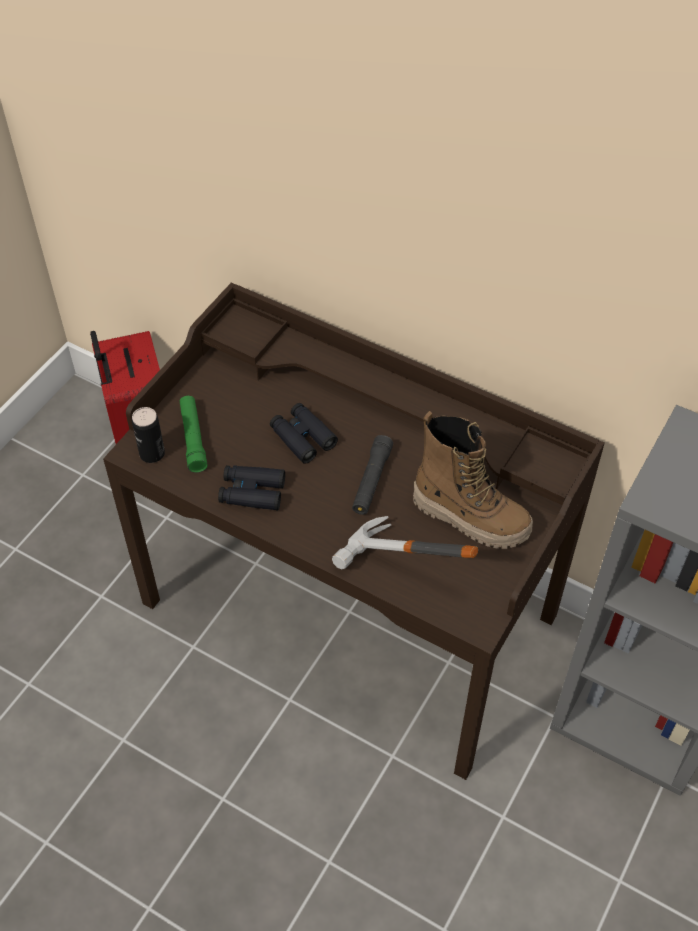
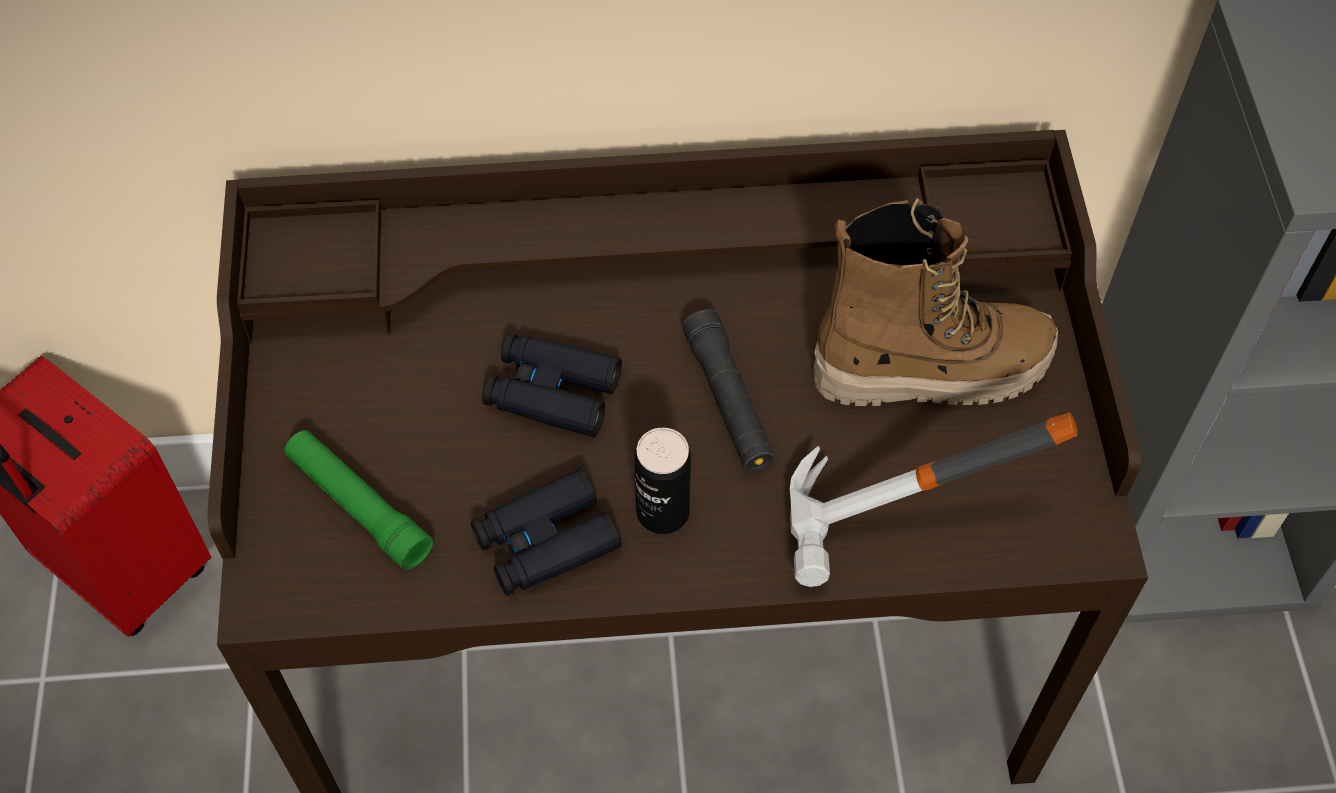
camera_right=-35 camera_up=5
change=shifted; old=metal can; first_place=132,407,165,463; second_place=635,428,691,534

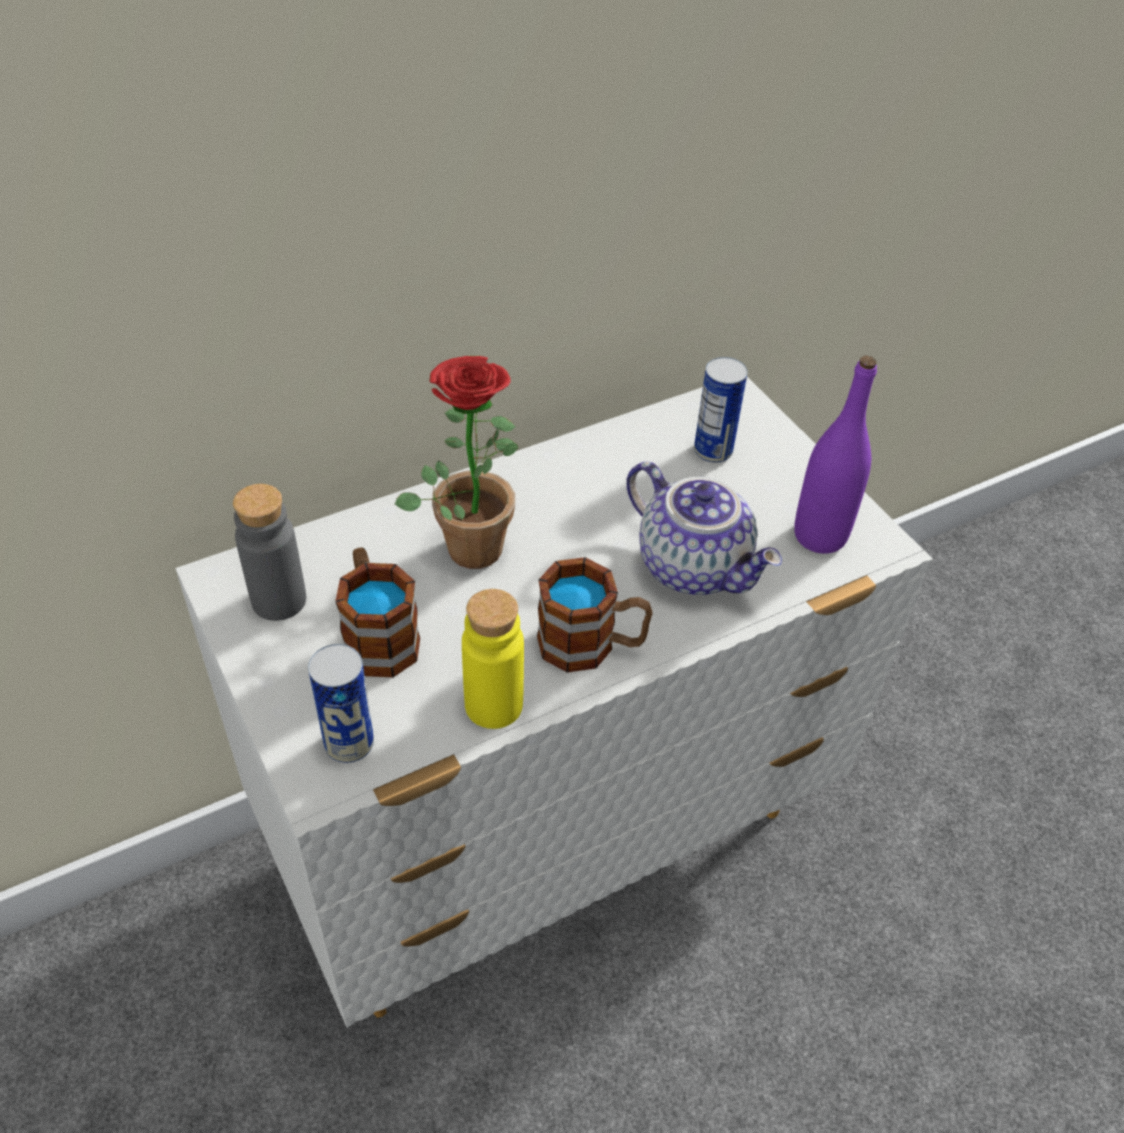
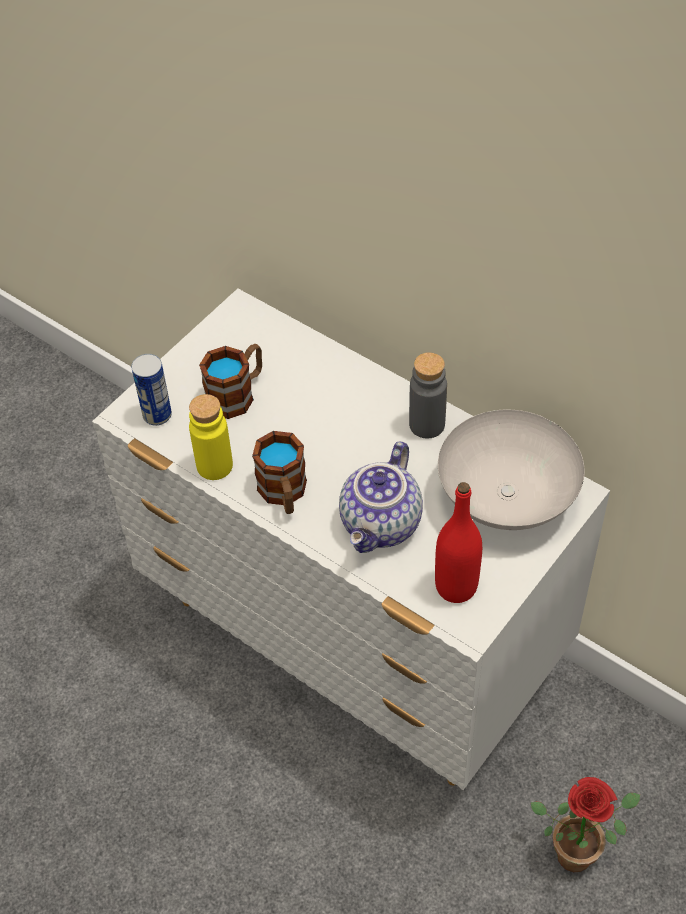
camera_right=70 camera_up=5
change=shifted; old=bottle in grey; first_place=233,484,306,621; second_place=409,352,447,438
change=repainted; old=bottle in purplish; new=bottle in red-coloured; first_place=794,355,877,554; second_place=435,482,482,603
change=swapped; old=metal can; new=bowl in whitish; first_place=694,357,748,463; second_place=438,409,585,530
change=shifted; old=plant in a pot; first_place=394,356,519,569; second_place=531,777,640,872

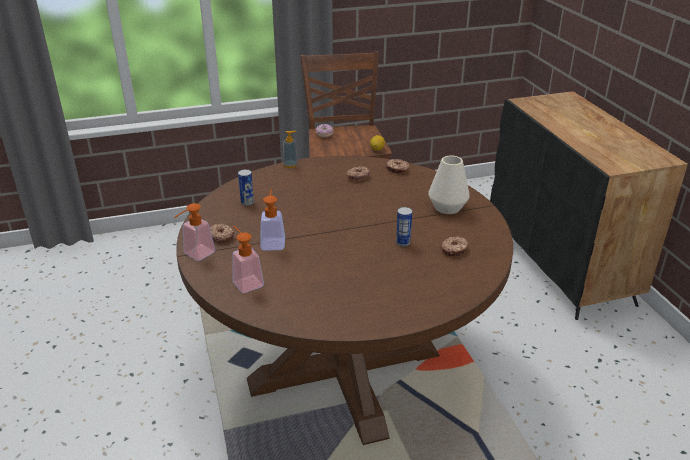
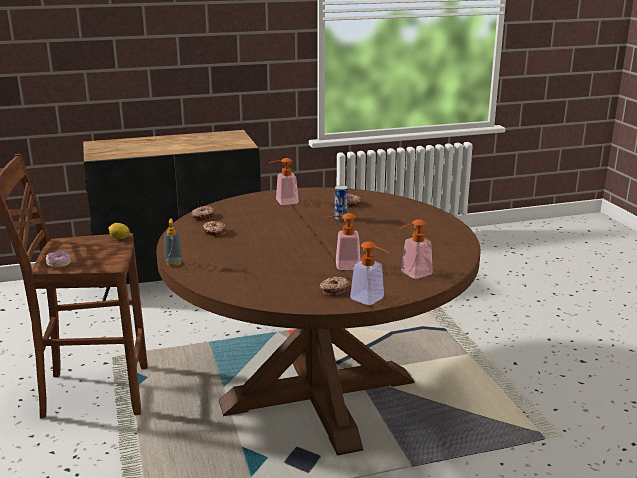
camera_right=-90 camera_up=-10
change=swapped; old=vase in whitish; new=soap bottle; first_place=428,155,470,214; second_place=269,158,299,205
change=gone; old=metal can; first_place=238,169,254,206

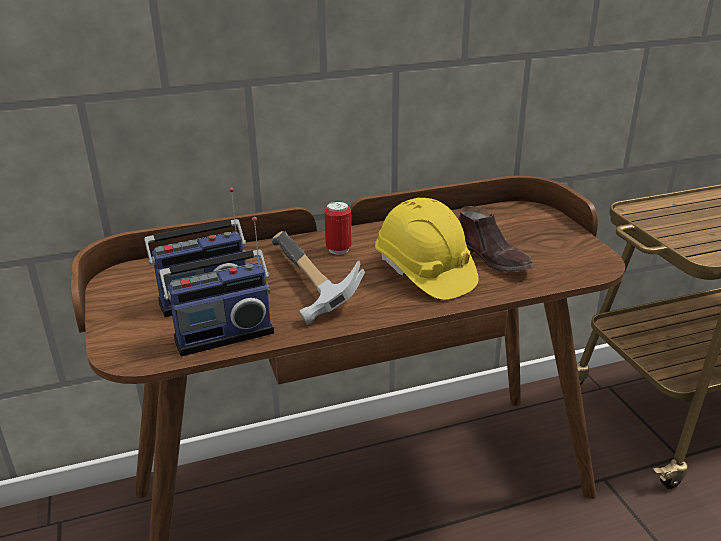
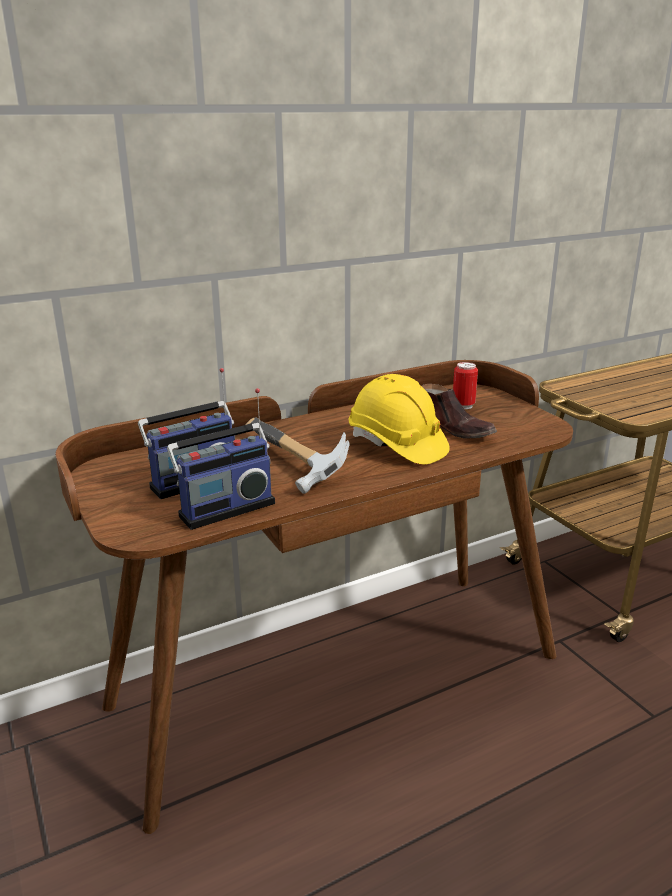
camera_right=-10 camera_up=-5
change=shifted; old=metal can; first_place=324,201,352,255; second_place=453,362,478,409

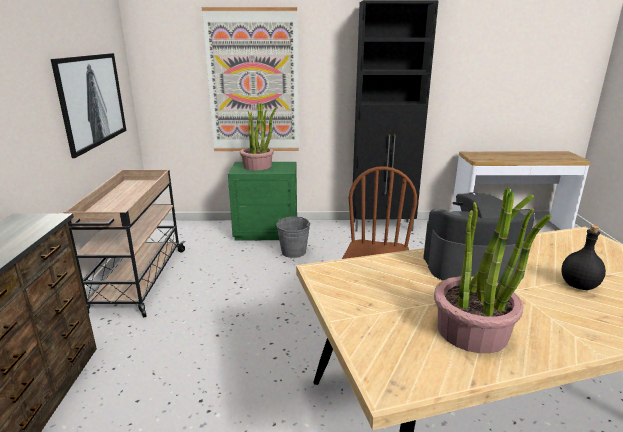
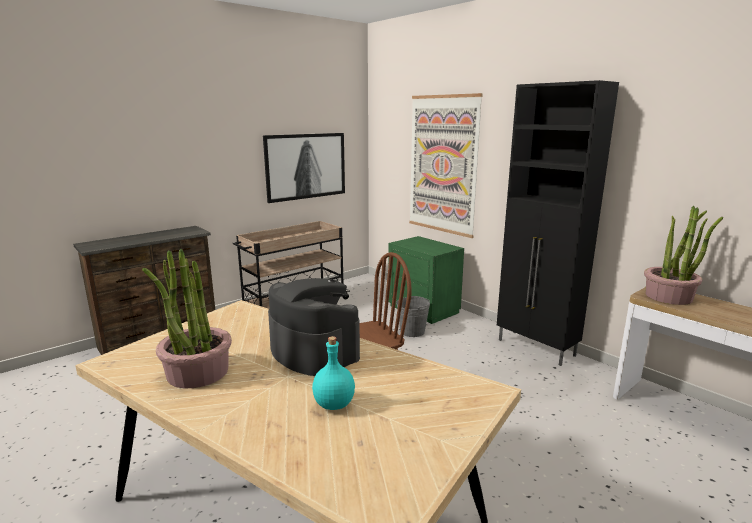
camera_right=50 camera_up=-5
change=repainted; old=bottle in black-coloured; new=bottle in blue-green; first_place=561,225,606,290; second_place=312,336,355,410
change=shifted; old=plant in a pot; first_place=240,102,277,170; second_place=644,206,723,305

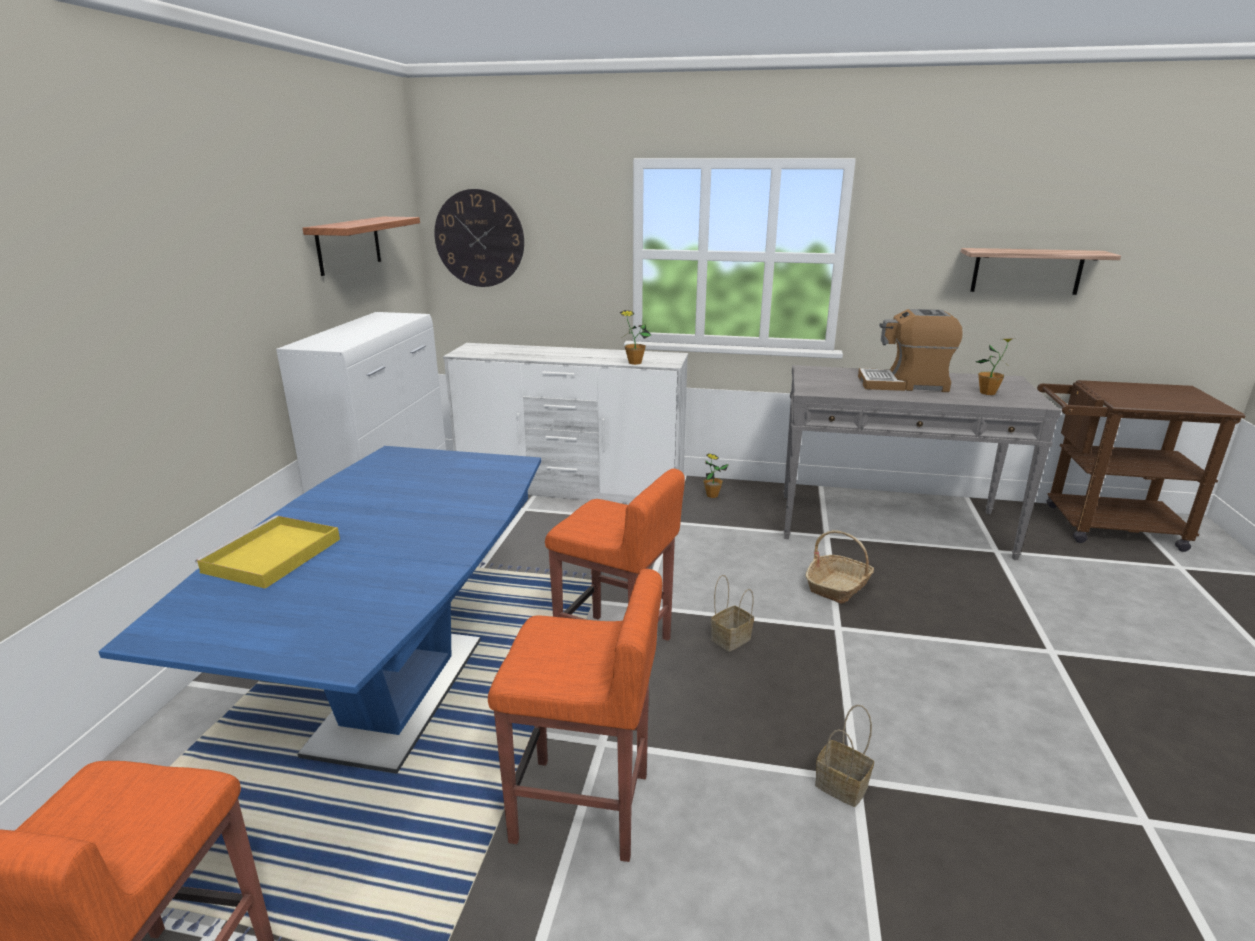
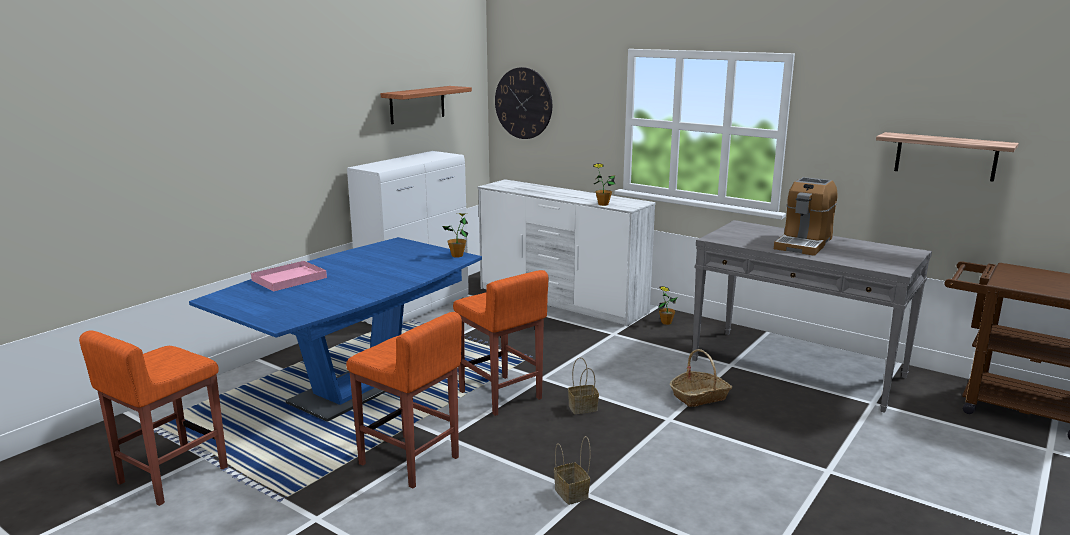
camera_right=25 camera_up=-5
change=repainted; old=carrying tray in yellow-coloured; new=carrying tray in pink; first_place=195,516,340,589; second_place=250,260,327,291
change=shifted; old=plant in a pot; first_place=976,338,1017,395; second_place=442,213,469,257
change=rotated; old=coffee machine; first_place=858,309,962,392; second_place=774,177,837,256; degrees=-90

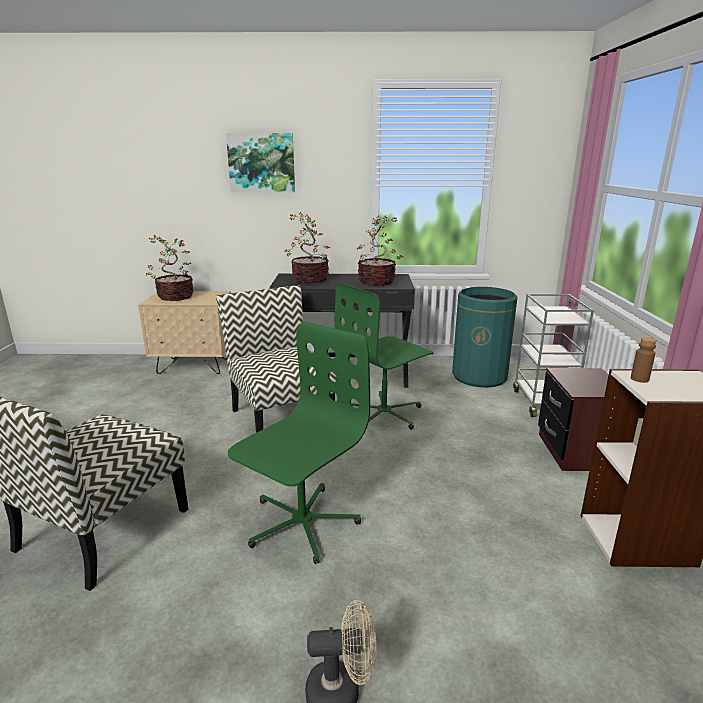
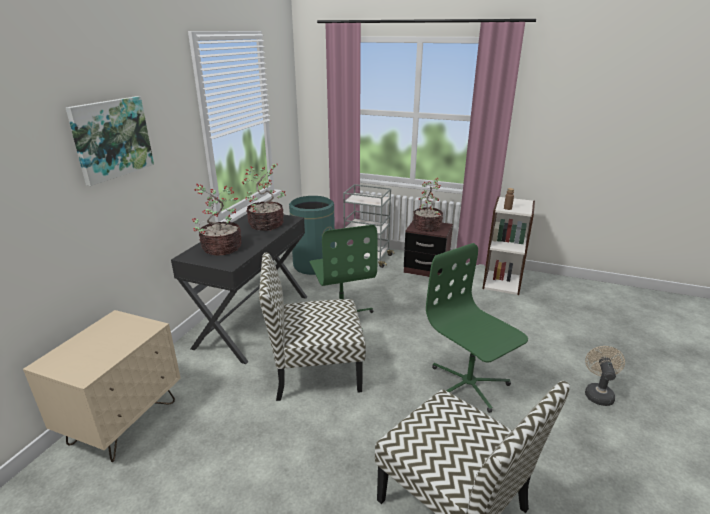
camera_right=-70 camera_up=5
change=shifted; old=plant in a pot; first_place=146,235,194,301; second_place=413,178,443,232

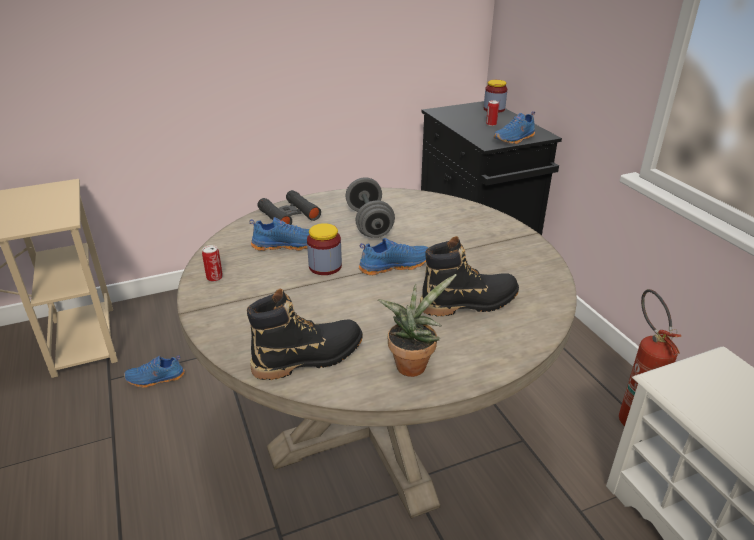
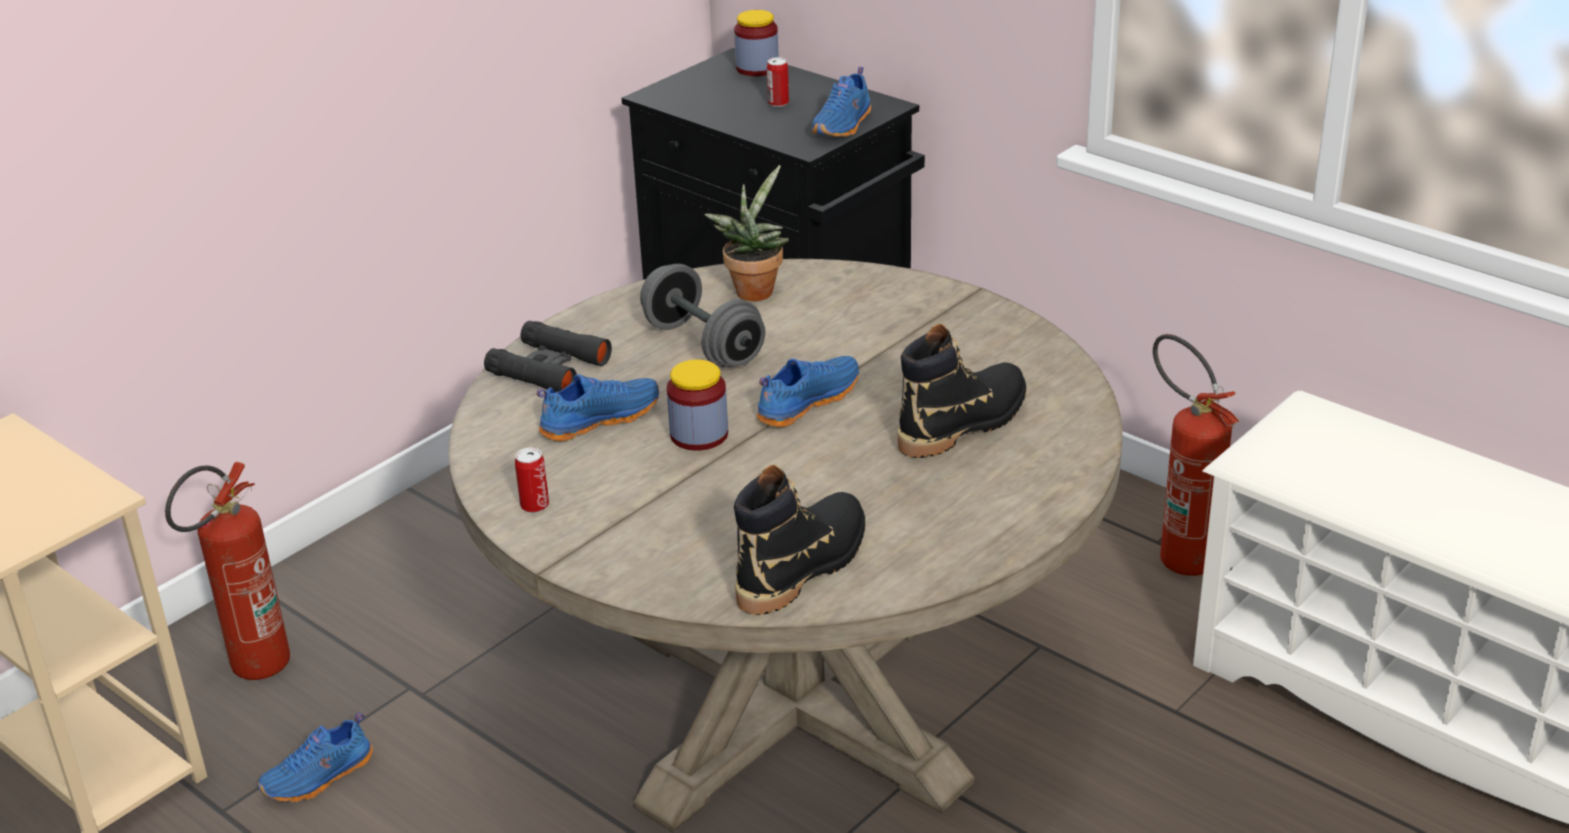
camera_right=-25 camera_up=0
change=new; new=fire-fighting cylinder; second_place=165,462,290,680
change=shifted; old=plant in a pot; first_place=378,274,457,377; second_place=704,165,789,301

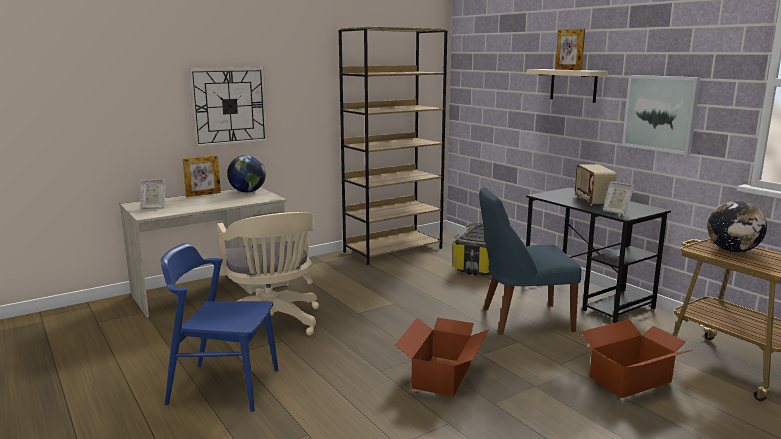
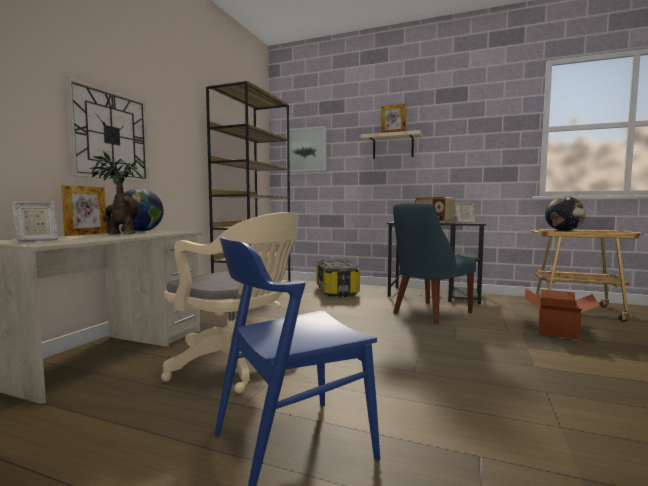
camera_right=-35 camera_up=-10
change=new; new=plant in a pot; second_place=90,151,145,234
change=shifted; old=wall picture; first_place=622,75,701,155; second_place=286,126,327,172
change=gone; old=cardboard box; first_place=395,317,489,397

